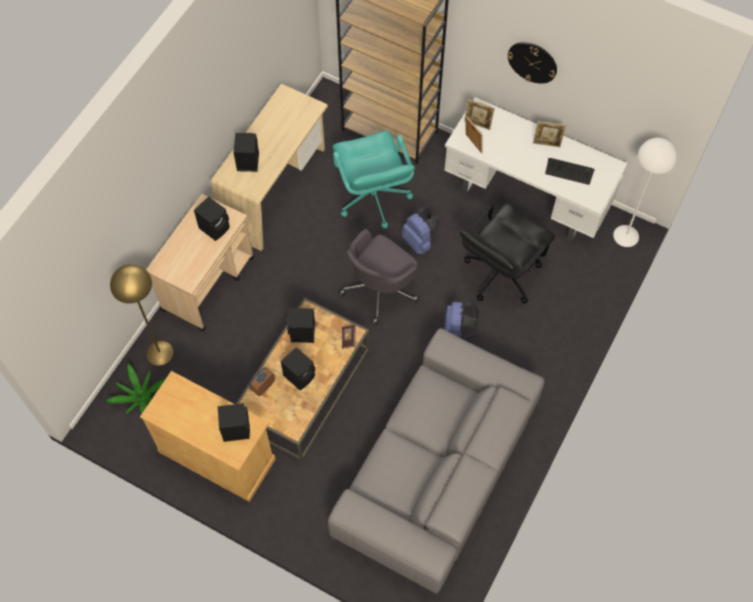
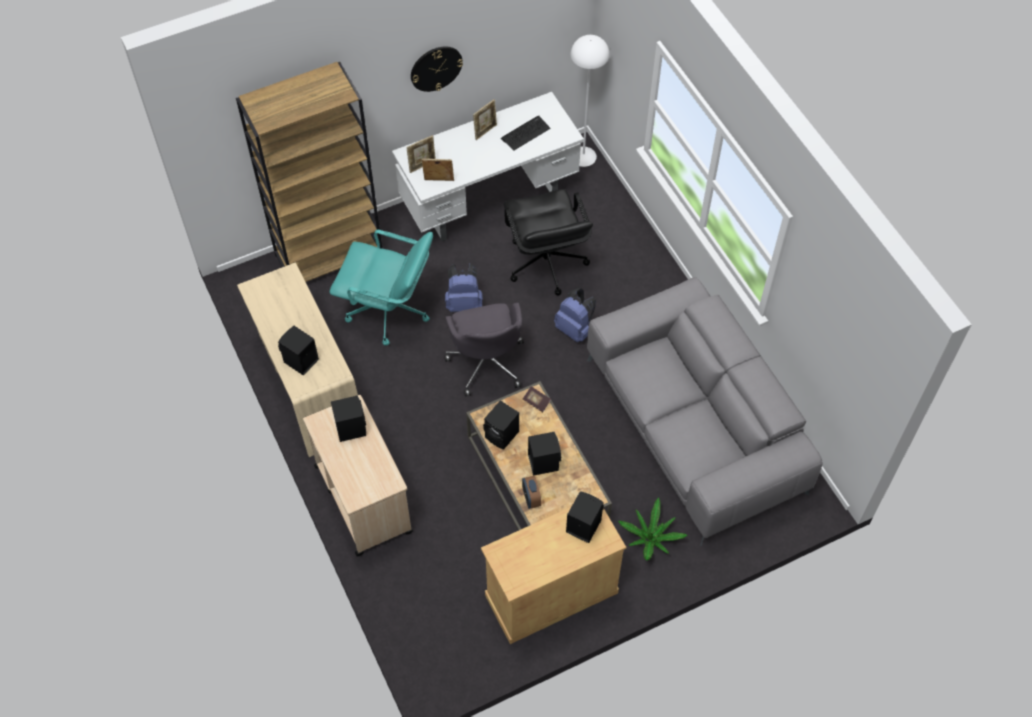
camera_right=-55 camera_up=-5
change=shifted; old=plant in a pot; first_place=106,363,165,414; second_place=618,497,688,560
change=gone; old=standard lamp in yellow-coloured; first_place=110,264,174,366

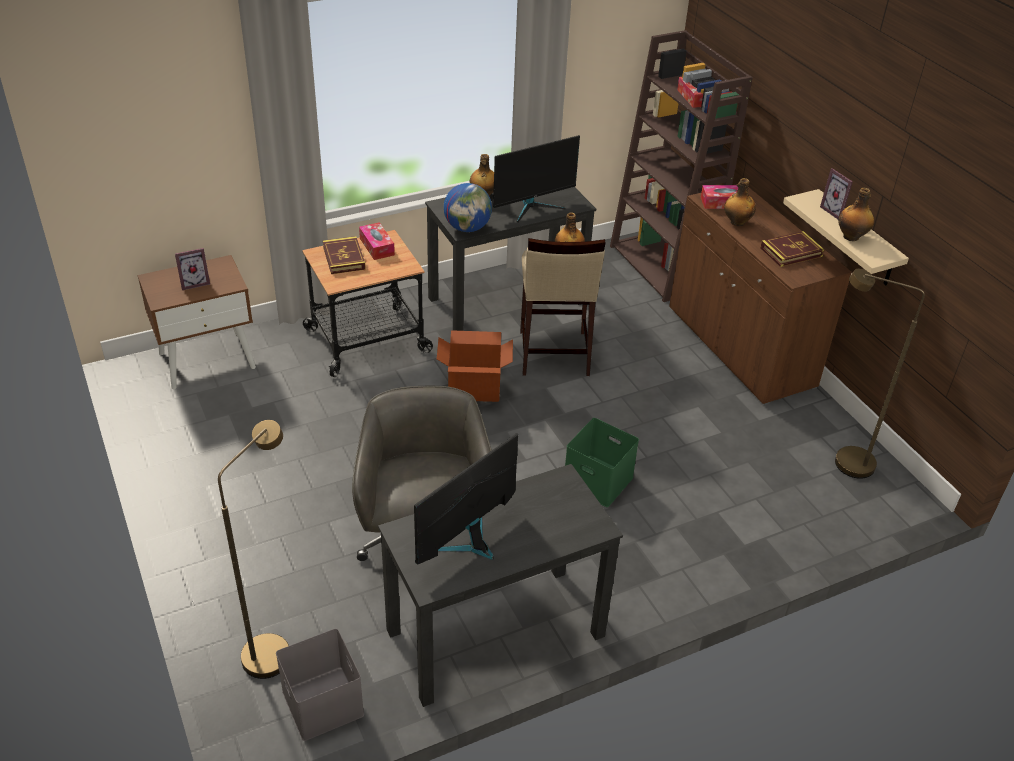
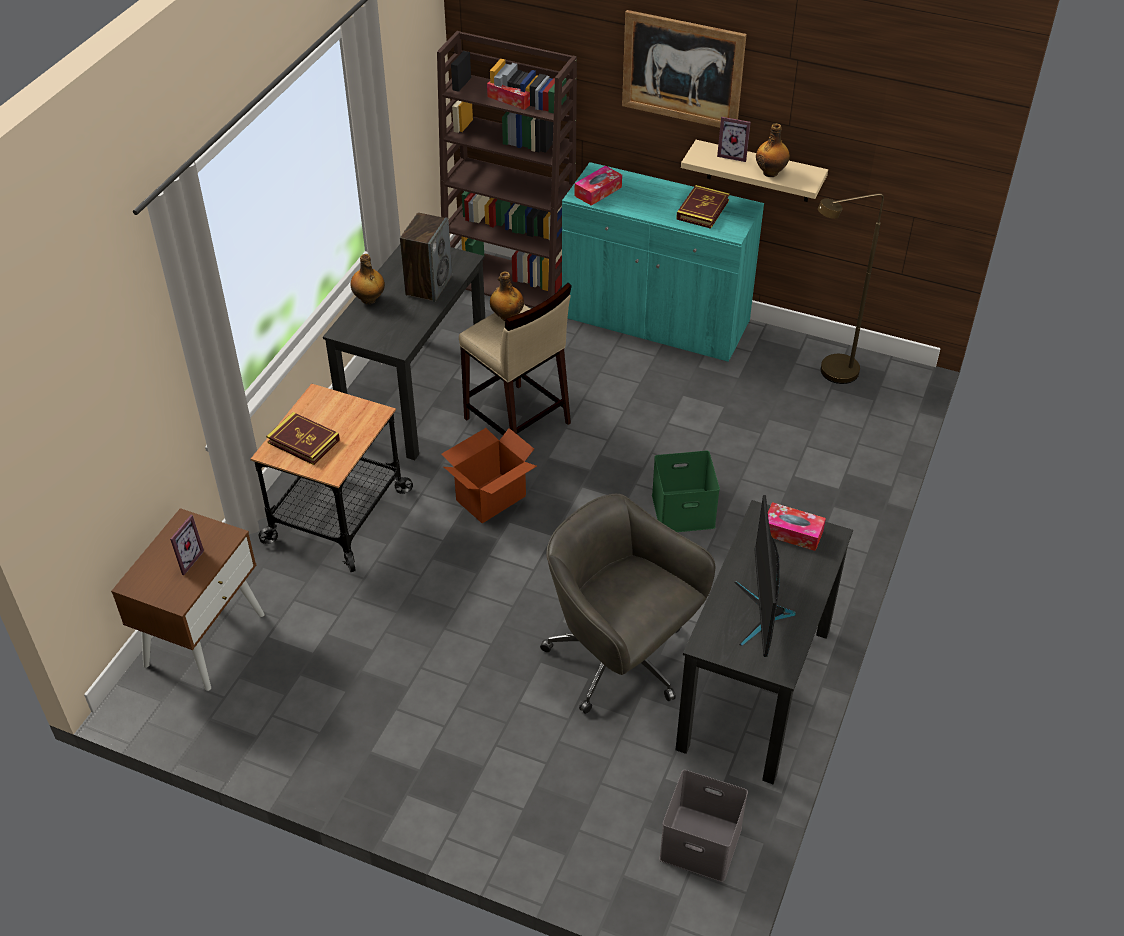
camera_right=-40 camera_up=5
change=swapped; old=computer screen; new=speaker; first_place=493,135,580,222; second_place=400,213,452,302
change=repainted; old=storage cabinet in brownish; new=storage cabinet in blue-green; first_place=669,184,852,405; second_place=562,162,764,362
change=new; new=wall picture; second_place=622,10,747,128
change=shifted; old=tissue box; first_place=359,222,395,260; second_place=768,502,826,551
change=gone; old=standard lamp in brownish; first_place=218,420,289,679
change=gone; old=world globe; first_place=444,183,492,232
change=gone; old=bottle; first_place=724,178,756,226

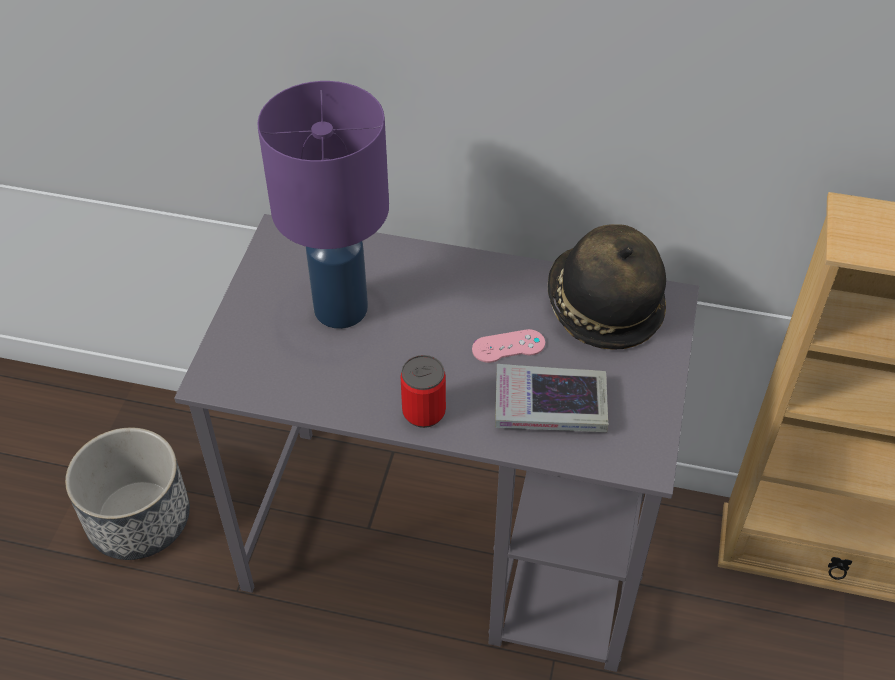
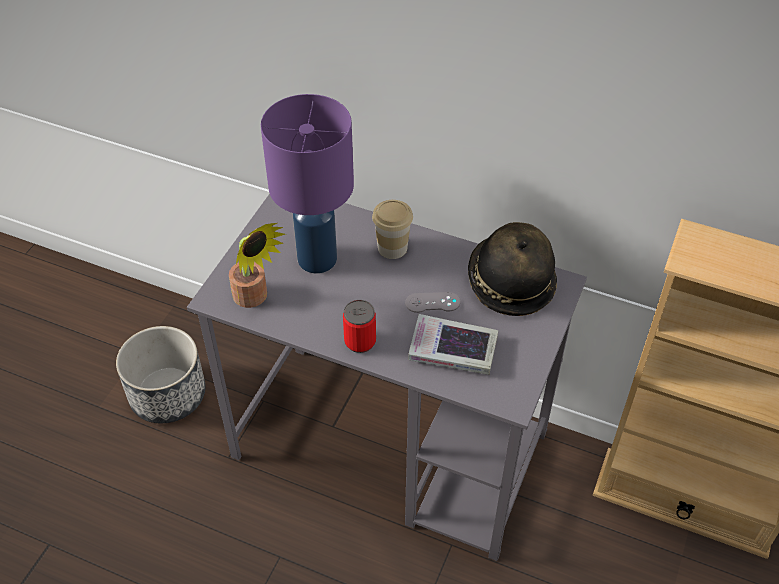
camera_right=10 camera_up=0
change=new; new=plant in a pot; second_place=229,223,285,308
change=new; new=drinking cup; second_place=372,200,413,259
change=repainted; old=game controller in pink; new=game controller in grey; first_place=472,329,545,363; second_place=405,292,461,313

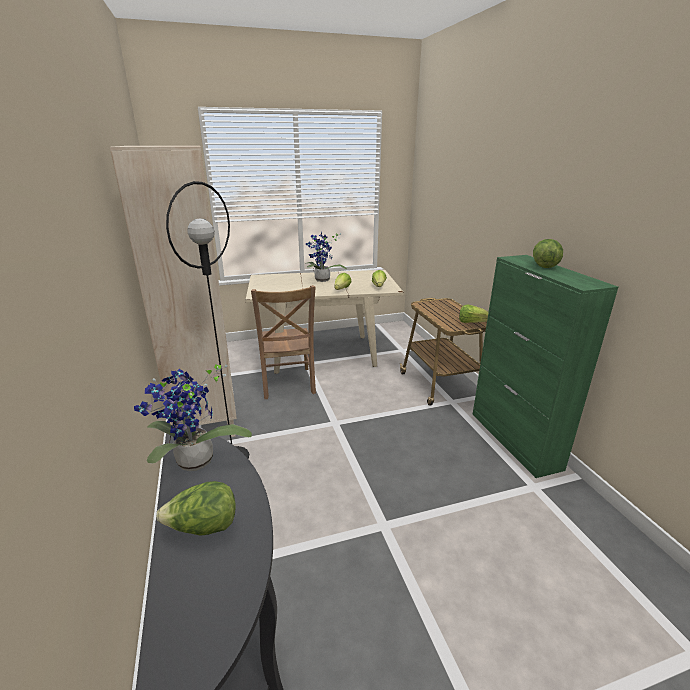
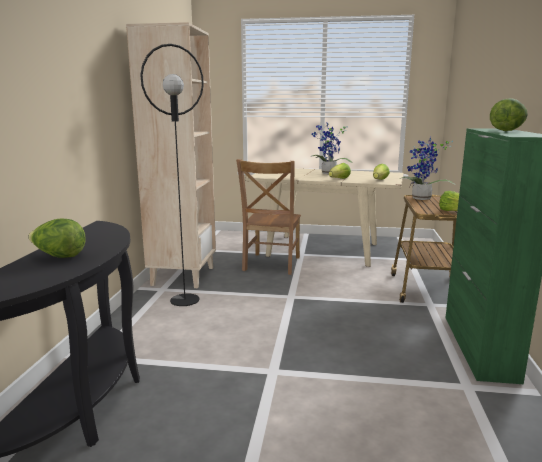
camera_right=25 camera_up=-10
change=shifted; old=plant in a pot; first_place=134,364,252,471; second_place=399,136,456,200

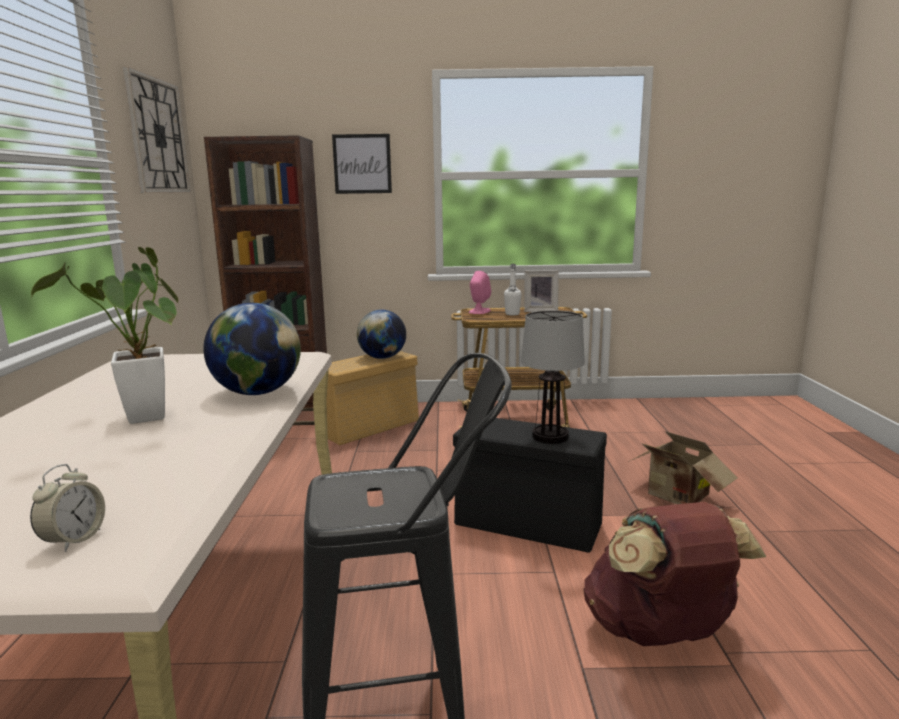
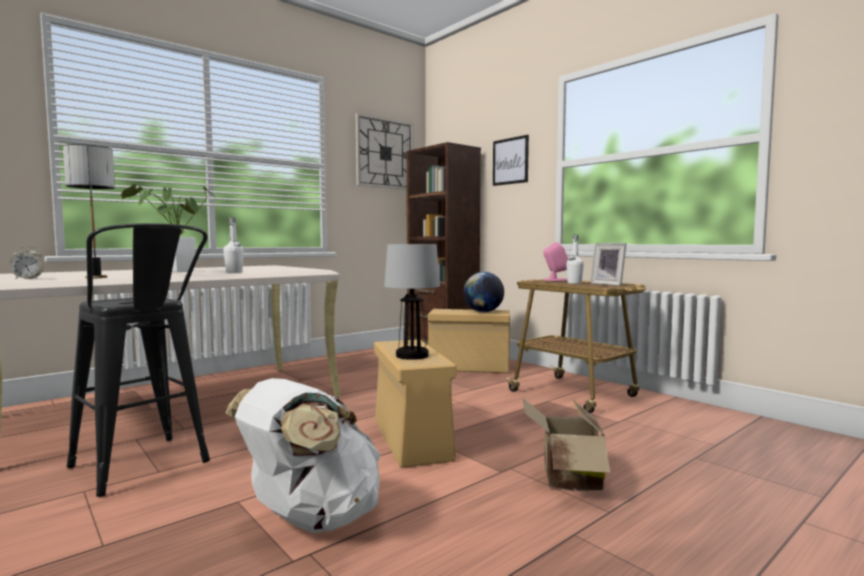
camera_right=50 camera_up=-10
change=new; new=tabletop lamp; second_place=63,144,115,278
change=swapped; old=world globe; new=bottle in whitish; first_place=204,303,301,395; second_place=223,218,244,273
change=repainted; old=rucksack in brownish; new=rucksack in whitish; first_place=584,502,766,646; second_place=226,378,381,533
change=repainted; old=storage box in black-coloured; new=storage box in sand-coloured; first_place=453,418,607,553; second_place=374,340,457,468

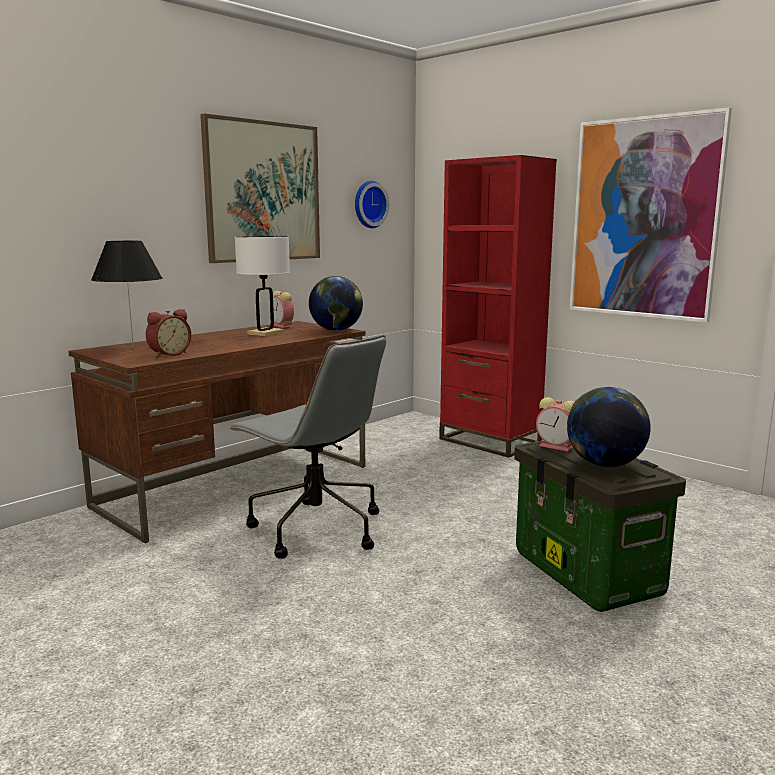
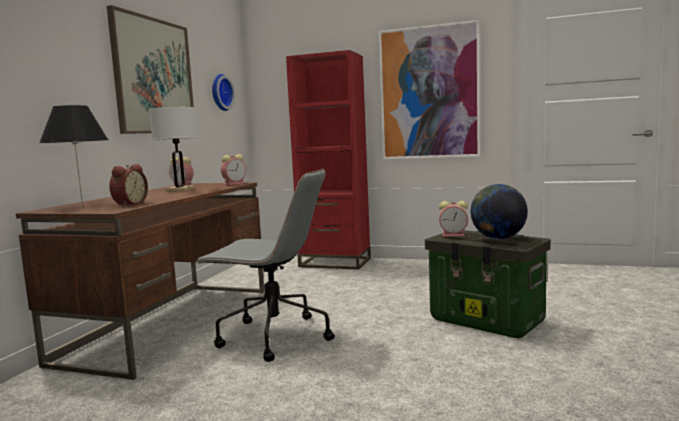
camera_right=-25 camera_up=-5
change=swapped; old=world globe; new=table clock; first_place=309,276,363,331; second_place=221,154,246,185

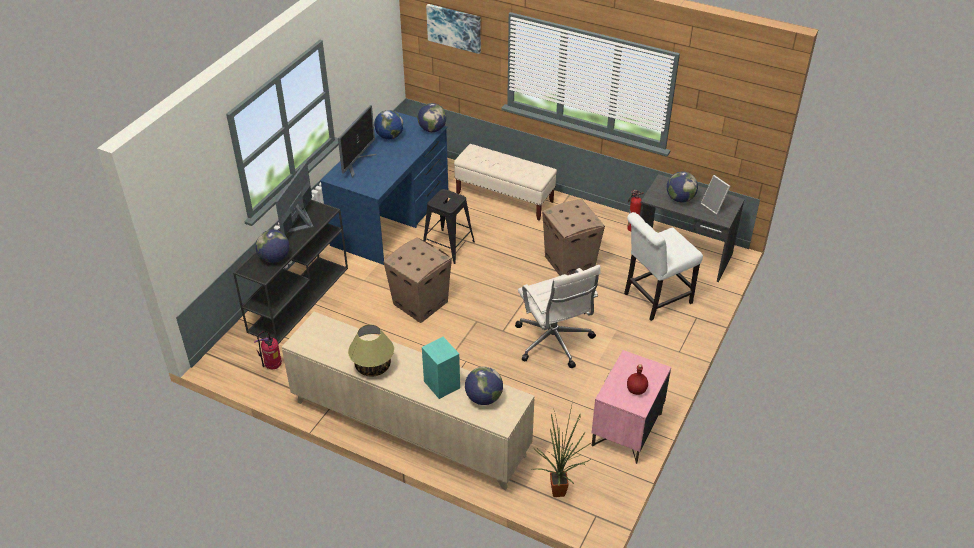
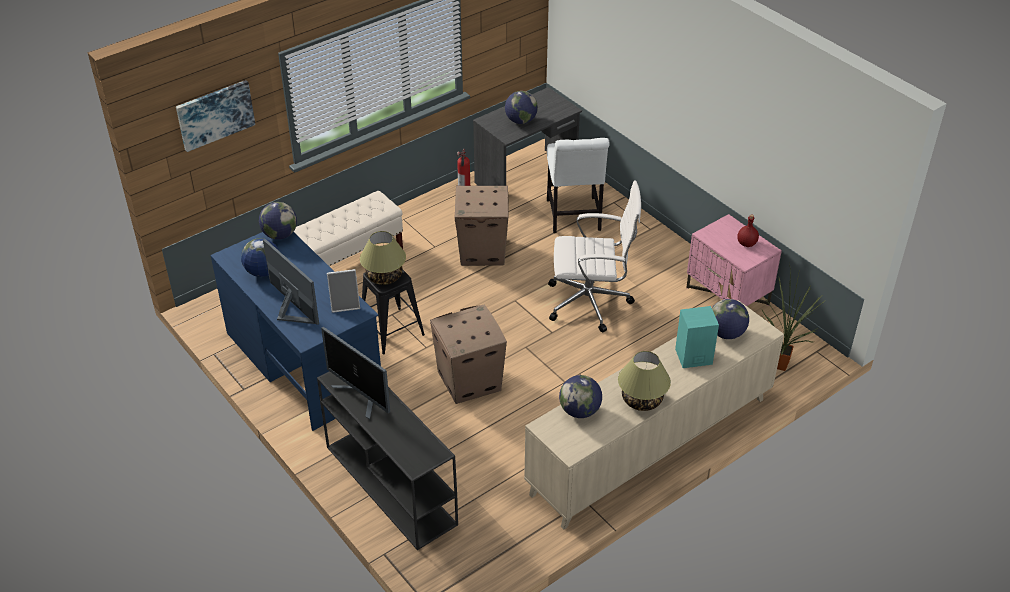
camera_right=-65 camera_up=0
change=shifted; old=picture frame; first_place=701,175,730,215; second_place=327,269,360,313
change=new; new=tabletop lamp; second_place=360,231,406,285
change=shifted; old=world globe; first_place=256,230,289,263; second_place=559,375,602,418
change=gone; old=fire-fighting cylinder; first_place=254,331,282,369

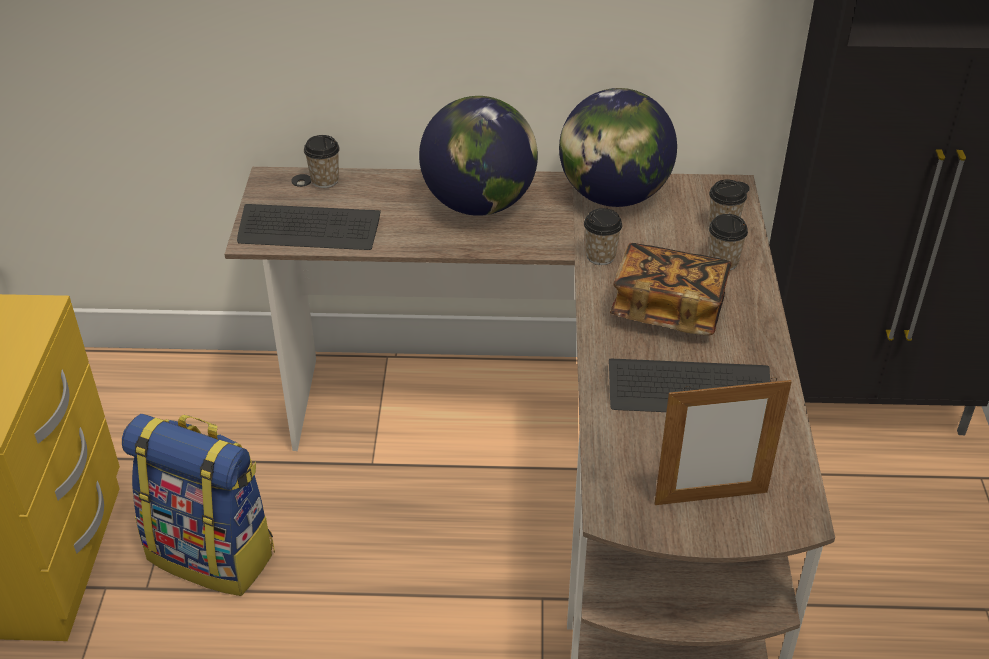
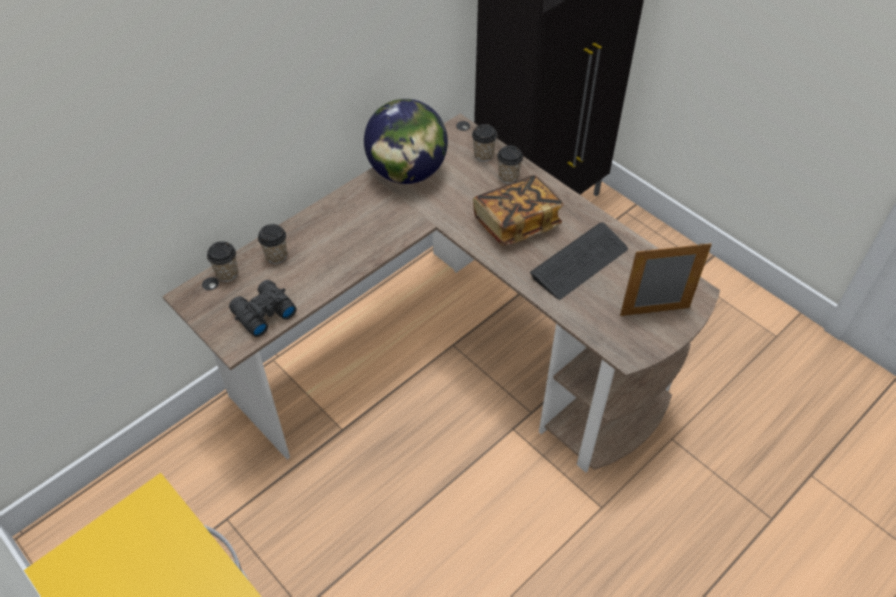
camera_right=-45 camera_up=10
change=swapped; old=computer keyboard; new=pair of binoculars in black-coloured; first_place=237,204,381,250; second_place=229,280,297,337
change=shifted; old=drinking cup; first_place=584,208,622,265; second_place=258,224,287,264
change=rotated; old=picture frame; first_place=654,377,792,505; second_place=620,243,712,316; degrees=-135
change=gone; old=rucksack; first_place=122,414,275,596
change=gone; old=world globe; first_place=419,96,538,216

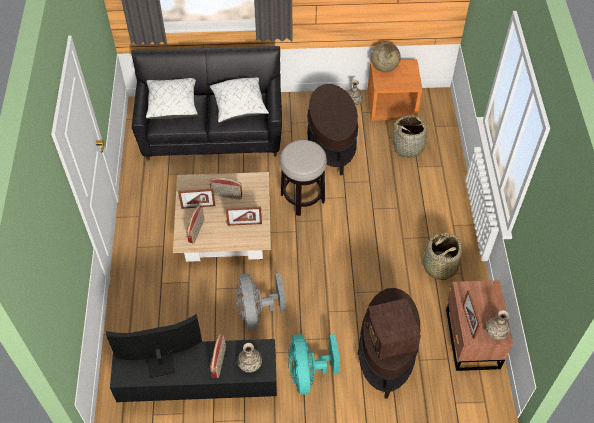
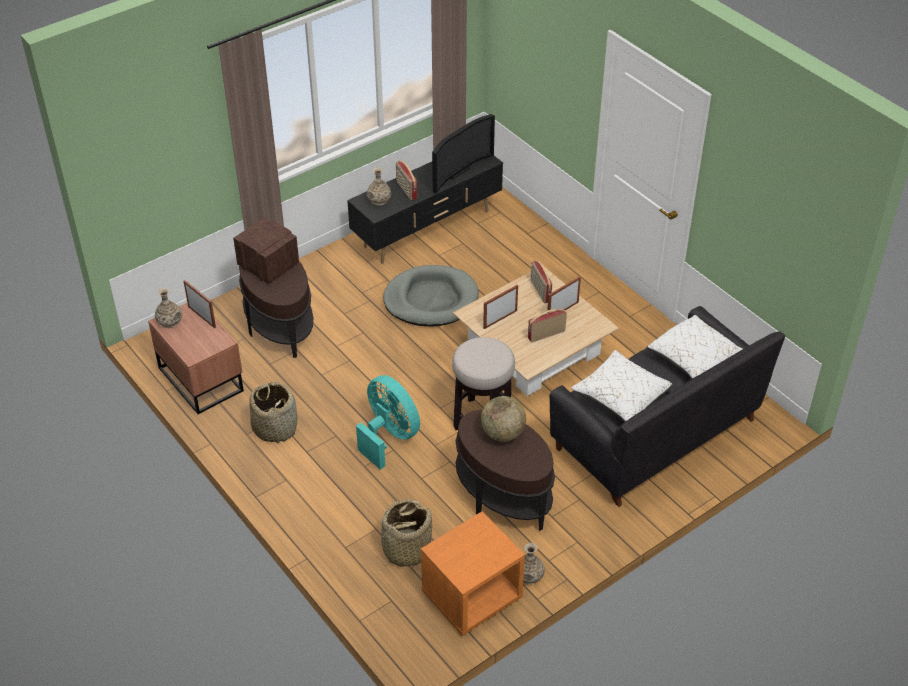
camera_right=145 camera_up=-10
change=shifted; old=electric fan in blue-green; first_place=288,334,340,395; second_place=356,375,420,470
change=swapped; old=electric fan in grey; new=pet bed in grey; first_place=236,273,286,330; second_place=383,265,479,326
change=shifted; old=world globe; first_place=371,42,401,72; second_place=481,396,526,442

